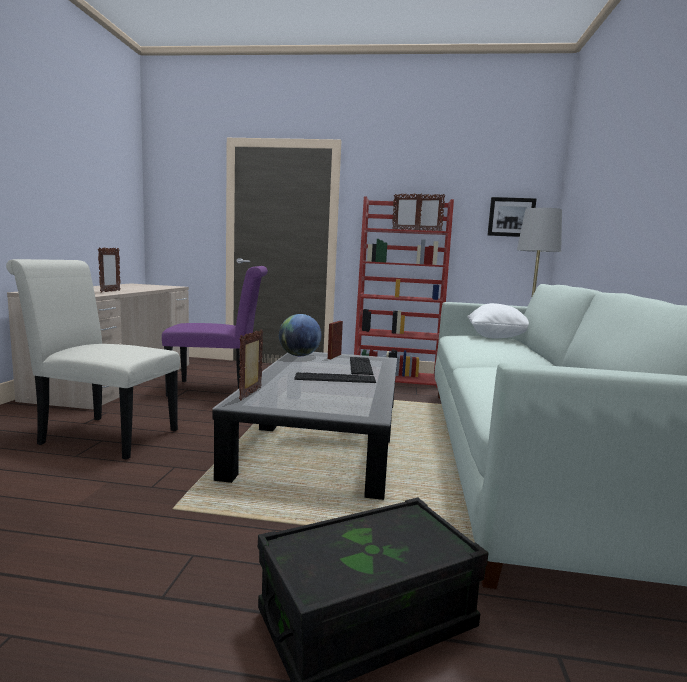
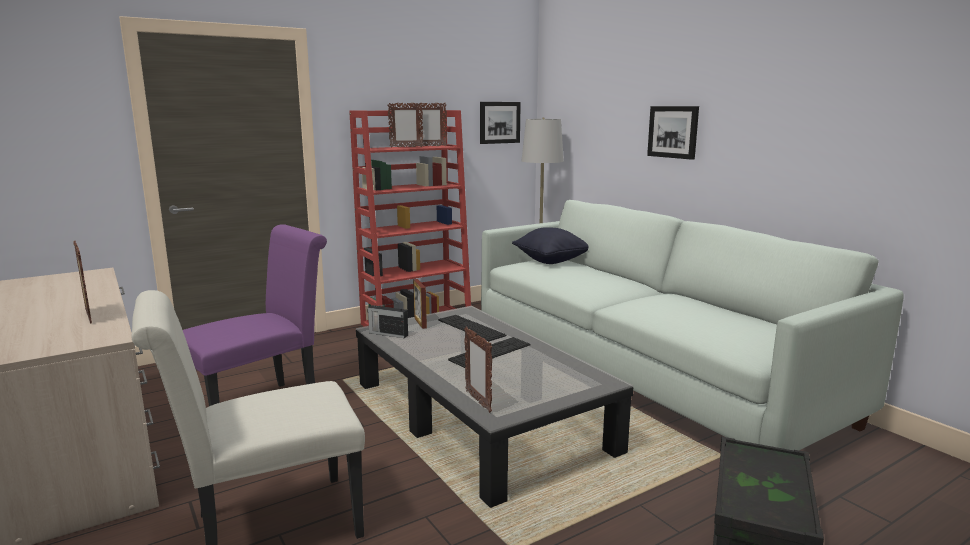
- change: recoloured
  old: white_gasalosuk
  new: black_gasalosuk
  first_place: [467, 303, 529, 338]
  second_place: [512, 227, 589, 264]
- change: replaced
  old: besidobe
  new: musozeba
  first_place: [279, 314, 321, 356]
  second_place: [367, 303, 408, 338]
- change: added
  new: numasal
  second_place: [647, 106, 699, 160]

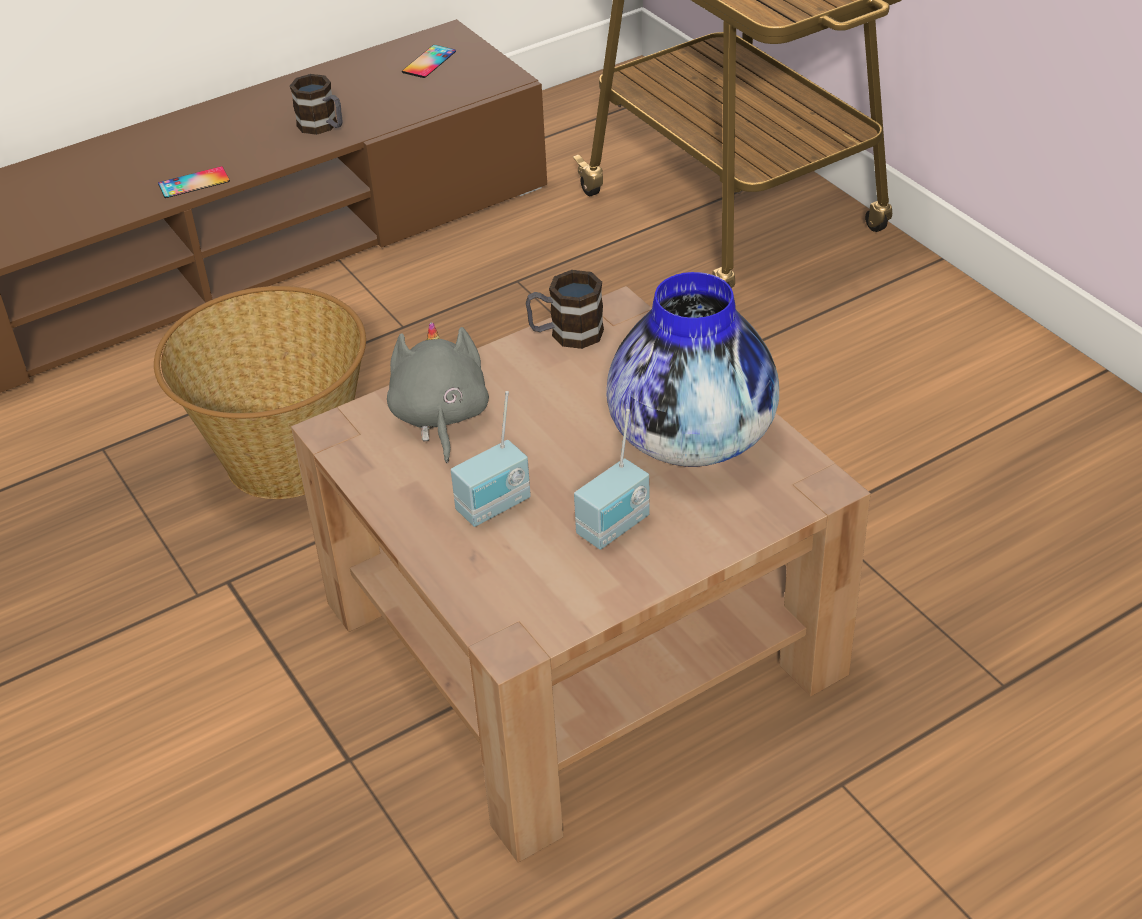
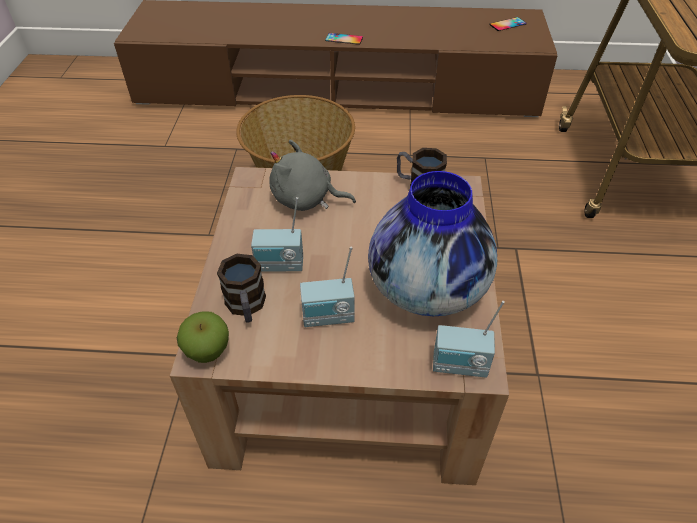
- change: moved
  old: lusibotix
  first_place: [290, 74, 343, 135]
  second_place: [217, 254, 266, 322]
- change: turned
  old: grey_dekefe
  first_place: [387, 322, 489, 463]
  second_place: [269, 140, 356, 211]
  degrees: -105
- change: added
  new: musozeba
  second_place: [433, 301, 505, 377]
- change: added
  new: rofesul
  second_place: [177, 311, 229, 363]

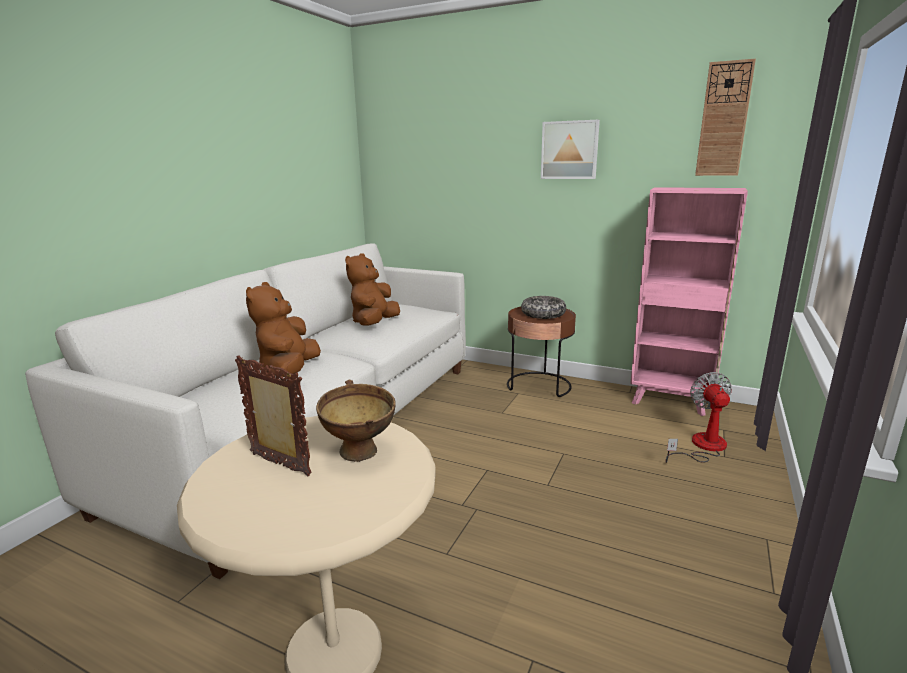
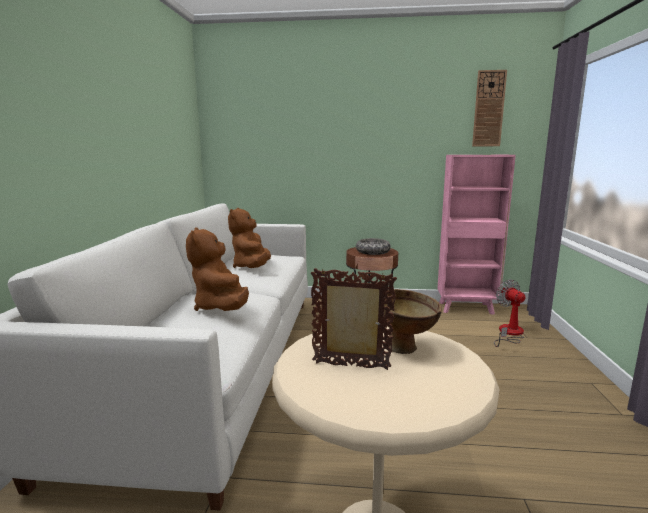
- change: removed
  old: numasal
  first_place: [541, 120, 600, 179]

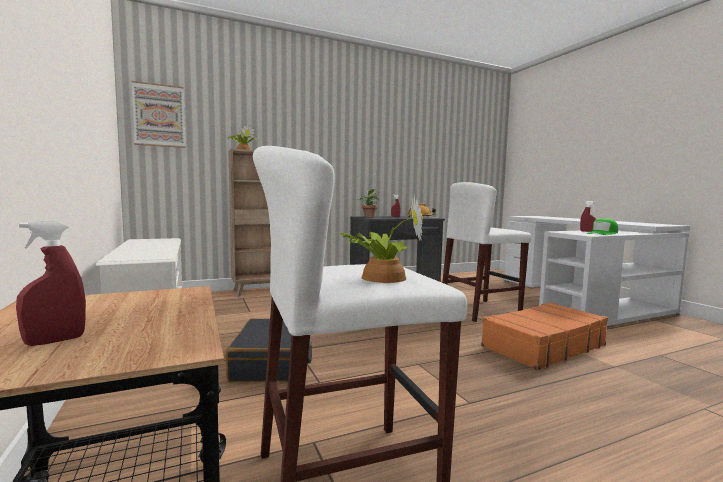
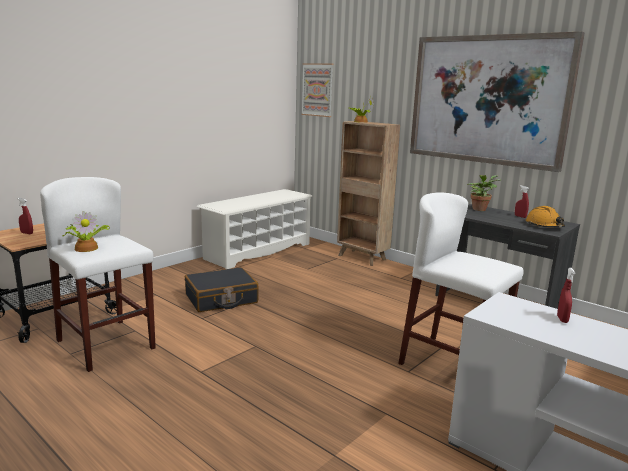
- change: removed
  old: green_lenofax
  first_place: [586, 218, 618, 235]
- change: removed
  old: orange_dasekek
  first_place: [481, 302, 608, 370]
- change: added
  new: numasal
  second_place: [410, 32, 585, 172]

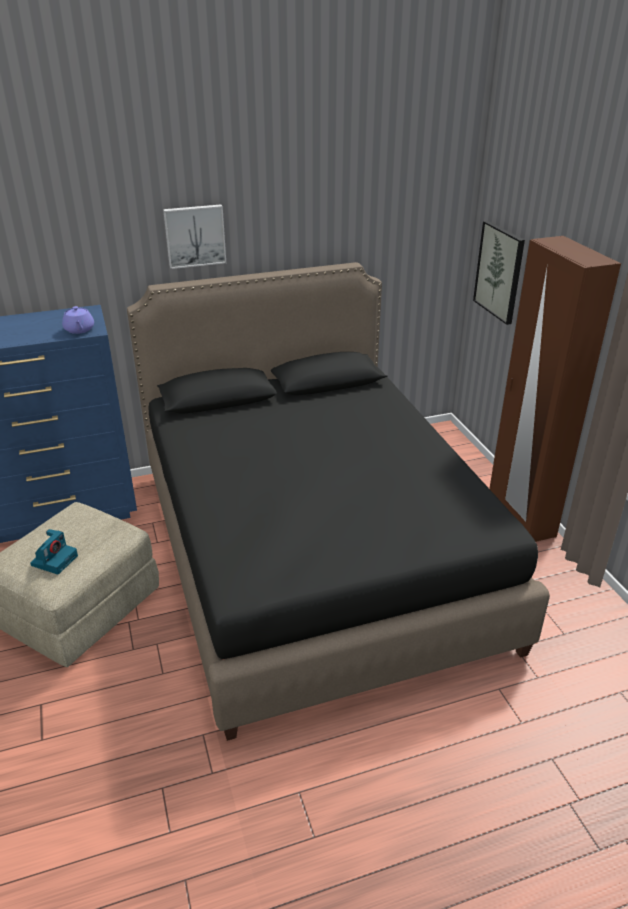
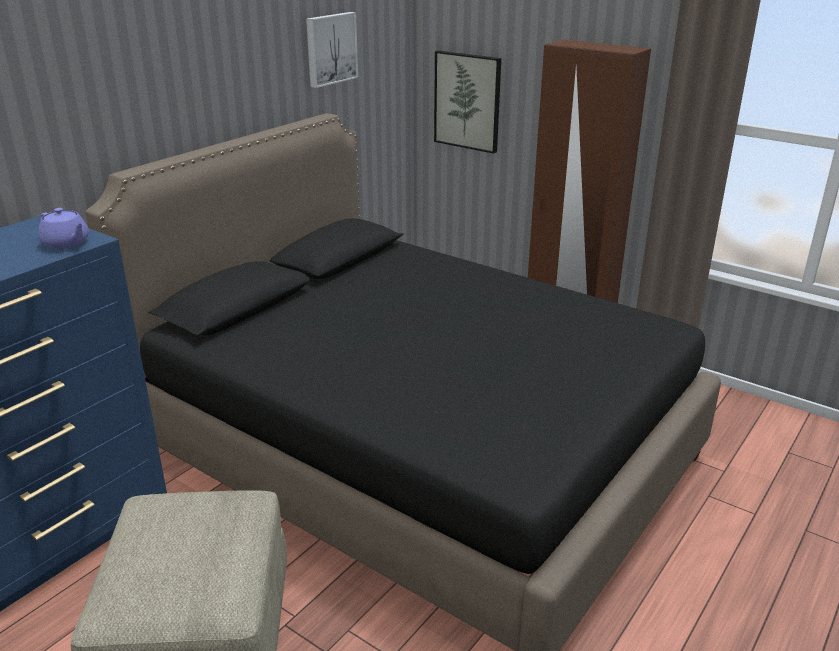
- change: moved
  old: numasal
  first_place: [163, 204, 226, 269]
  second_place: [306, 12, 358, 88]
- change: removed
  old: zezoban
  first_place: [30, 529, 78, 575]

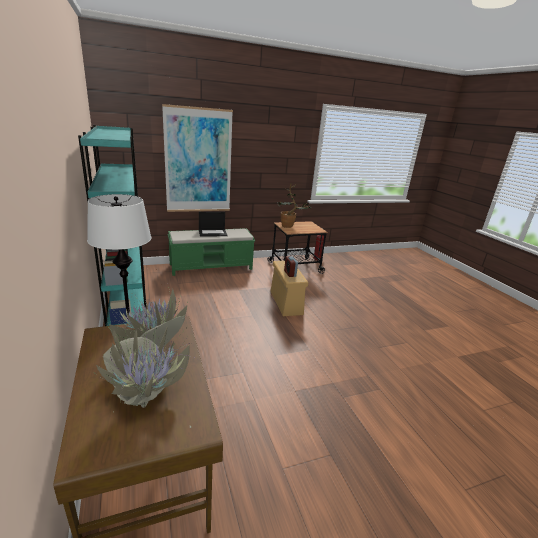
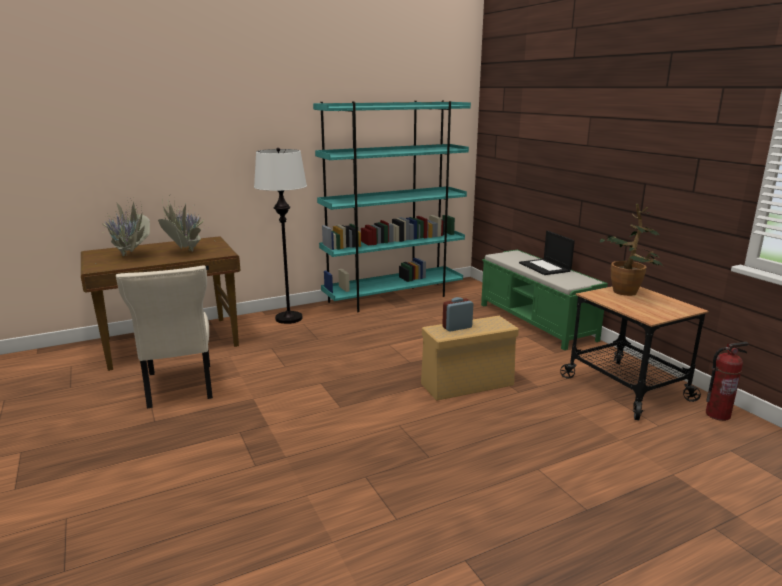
- change: removed
  old: numasal
  first_place: [162, 104, 233, 212]
- change: added
  new: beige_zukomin
  second_place: [116, 265, 213, 408]

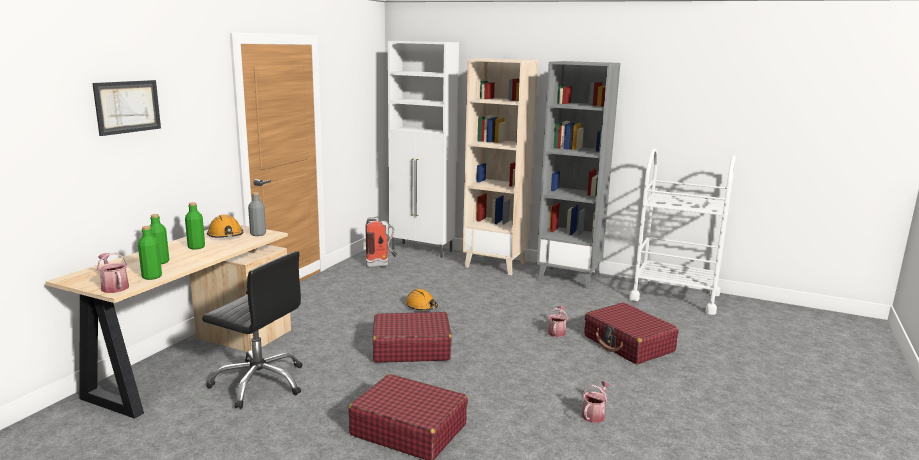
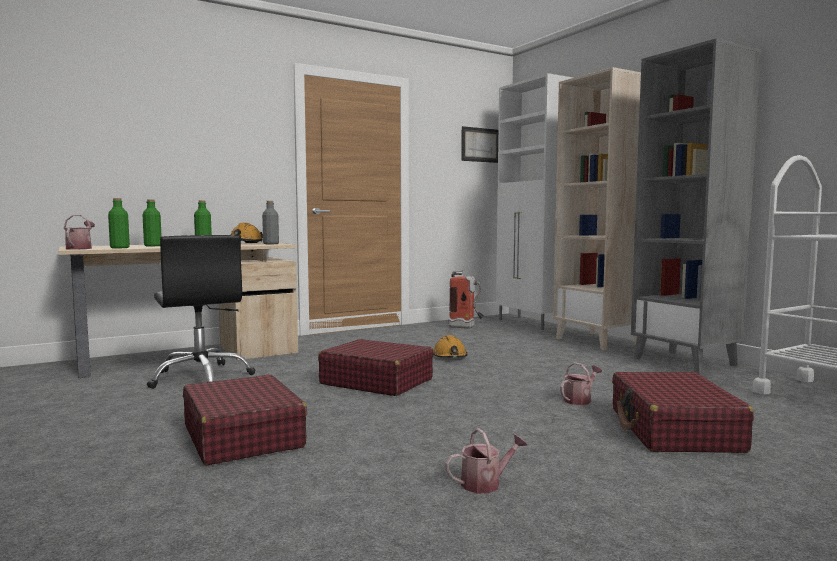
- change: moved
  old: numasal
  first_place: [92, 80, 161, 136]
  second_place: [461, 126, 498, 163]

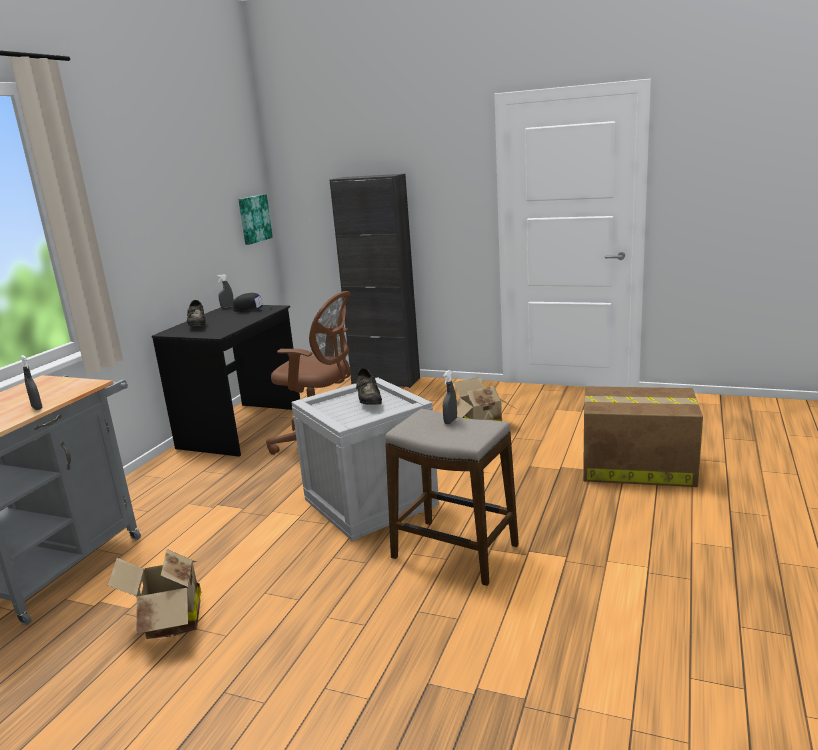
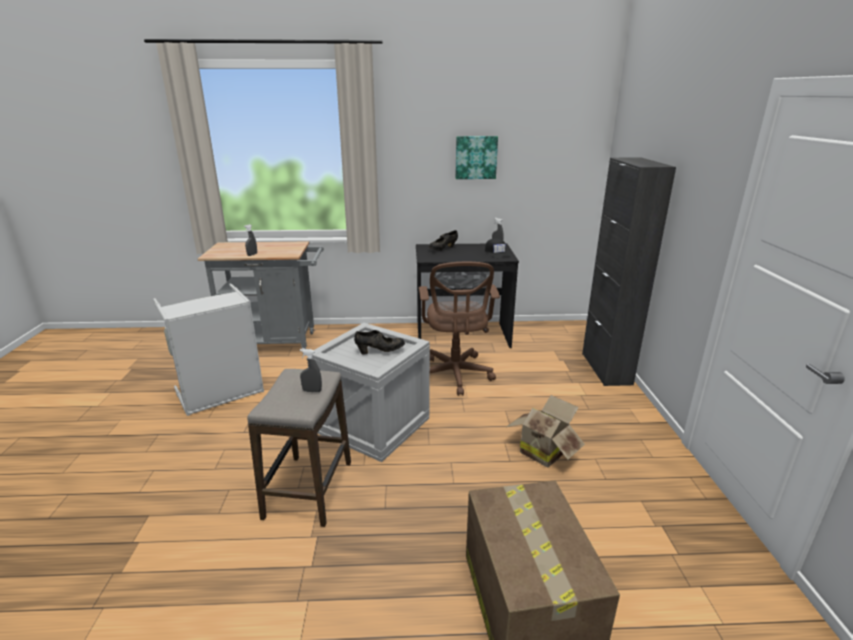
- change: moved
  old: numasal
  first_place: [238, 194, 273, 245]
  second_place: [455, 136, 498, 179]
- change: turned
  old: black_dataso
  first_place: [356, 368, 382, 405]
  second_place: [354, 330, 405, 355]
  degrees: -150
- change: replaced
  old: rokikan
  new: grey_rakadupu
  first_place: [108, 549, 201, 639]
  second_place: [153, 284, 264, 416]

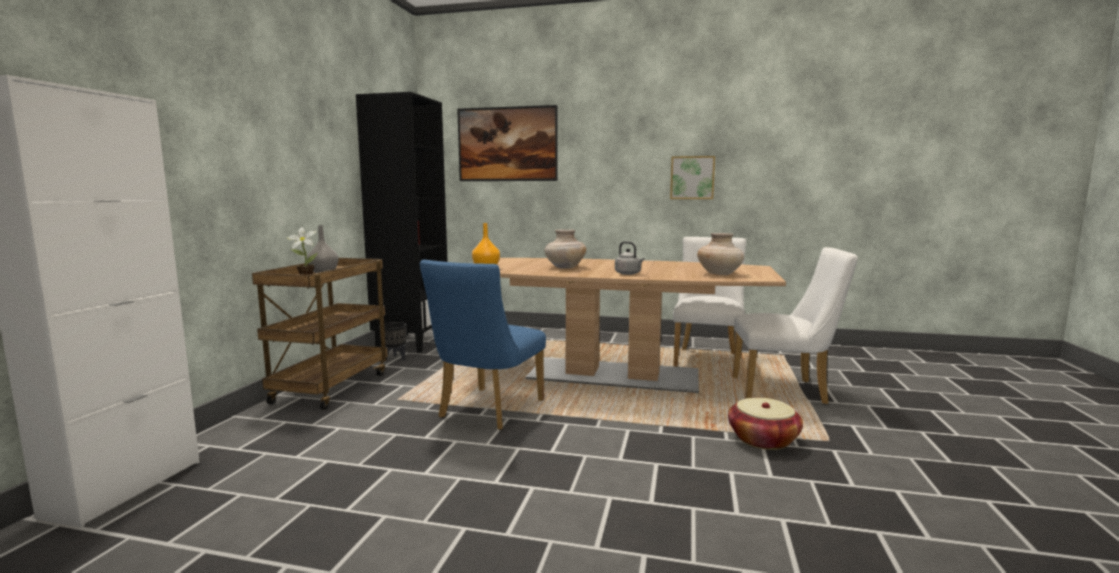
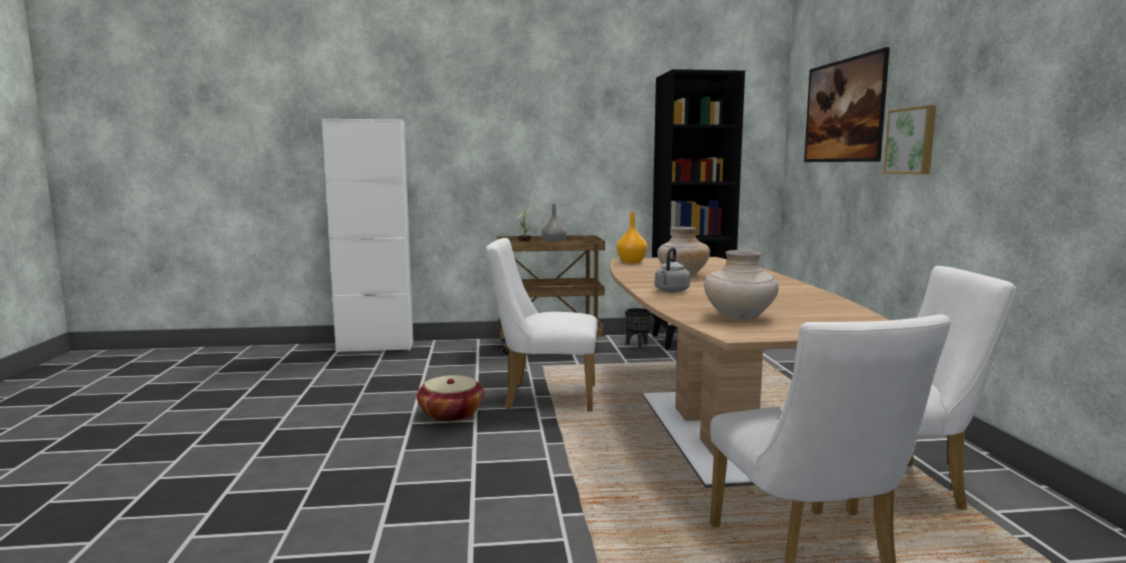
- change: moved
  old: numasal
  first_place: [670, 156, 715, 199]
  second_place: [883, 105, 936, 174]
- change: recoloured
  old: blue_zukomin
  new: white_zukomin
  first_place: [420, 260, 546, 430]
  second_place: [486, 238, 598, 411]
- change: moved
  old: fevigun
  first_place: [728, 398, 803, 450]
  second_place: [417, 375, 484, 422]

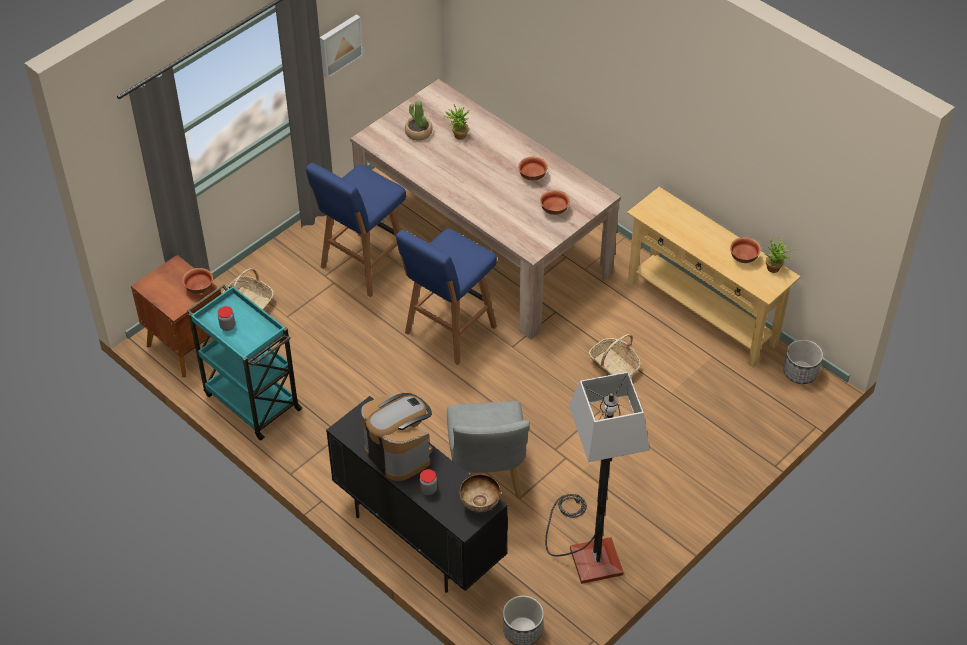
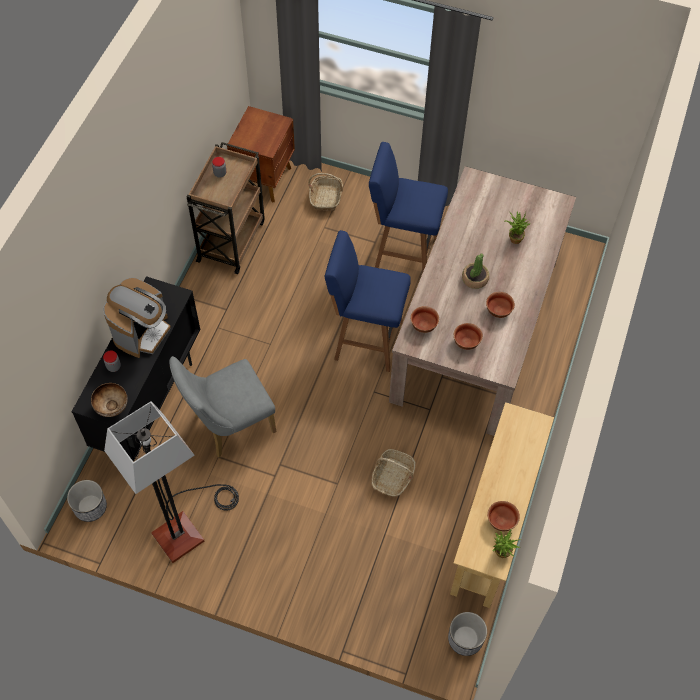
- change: removed
  old: numasal
  first_place: [320, 14, 363, 79]
- change: moved
  old: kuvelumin
  first_place: [405, 101, 433, 141]
  second_place: [462, 254, 489, 289]
- change: moved
  old: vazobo
  first_place: [182, 268, 213, 294]
  second_place: [411, 306, 439, 333]
- change: recoloured
  old: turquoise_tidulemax
  new: brown_tidulemax
  first_place: [187, 284, 303, 440]
  second_place: [186, 142, 265, 274]

